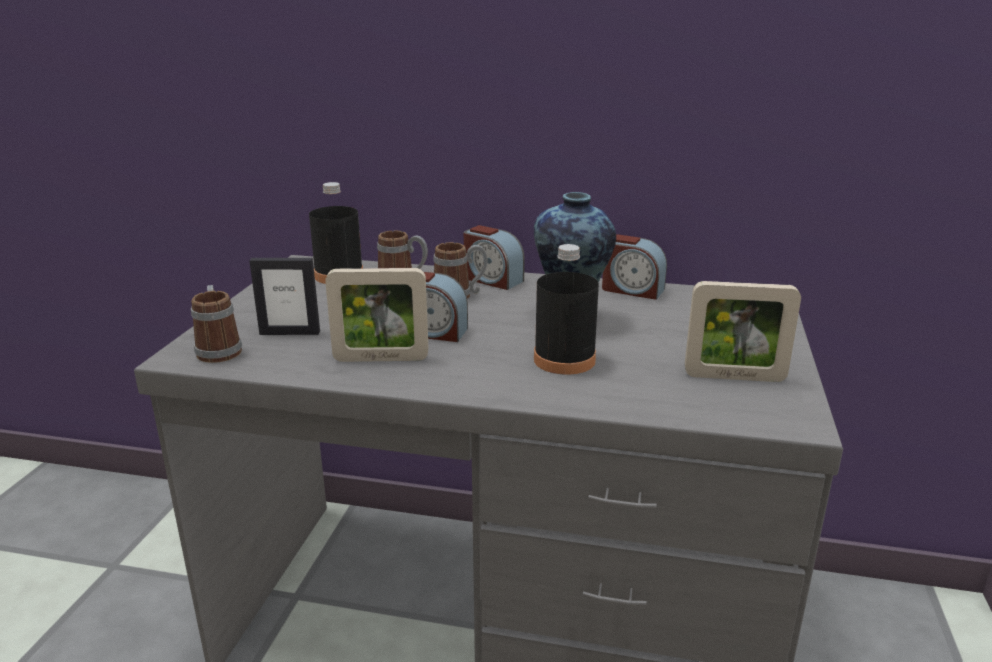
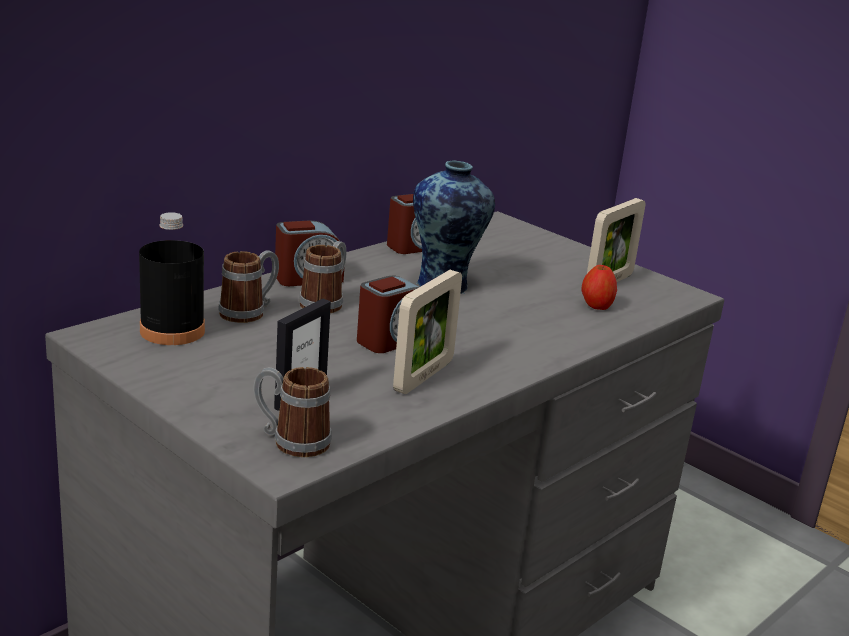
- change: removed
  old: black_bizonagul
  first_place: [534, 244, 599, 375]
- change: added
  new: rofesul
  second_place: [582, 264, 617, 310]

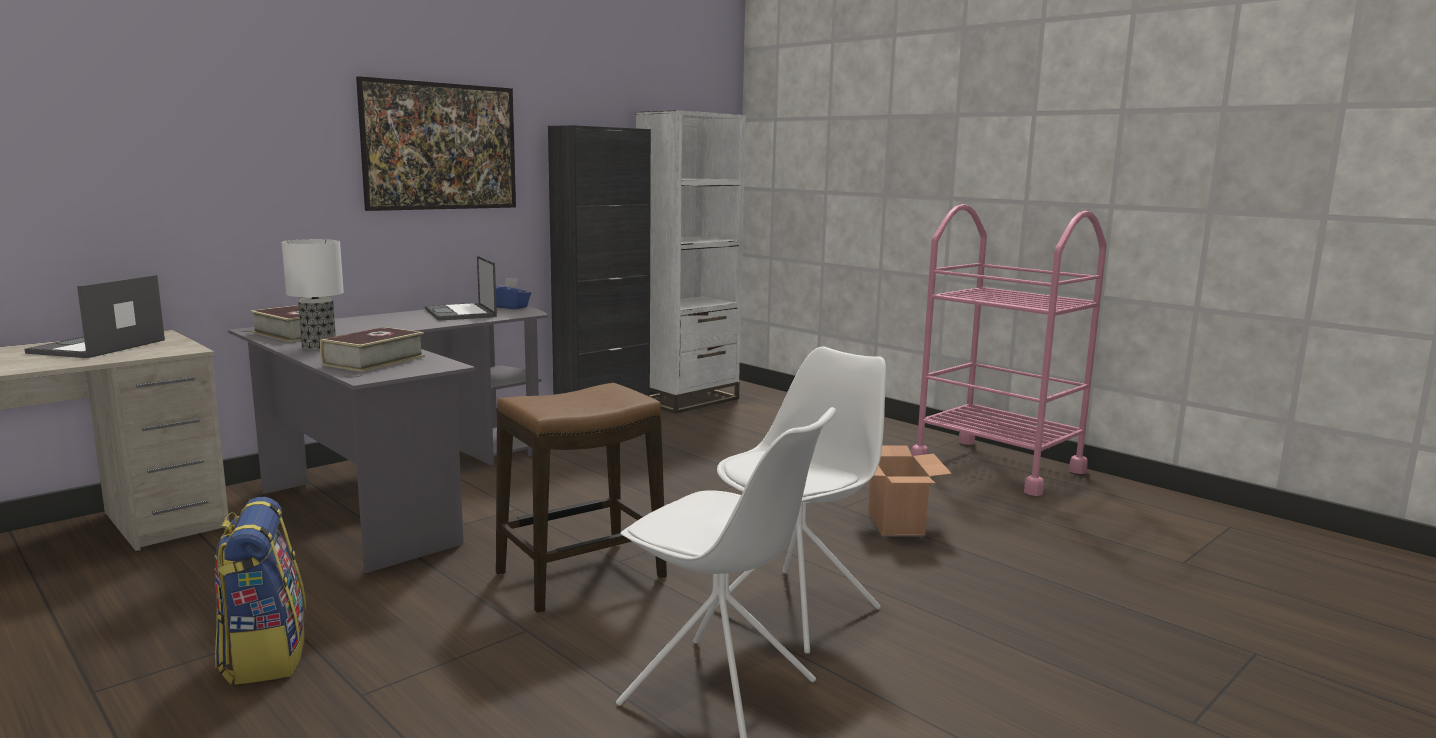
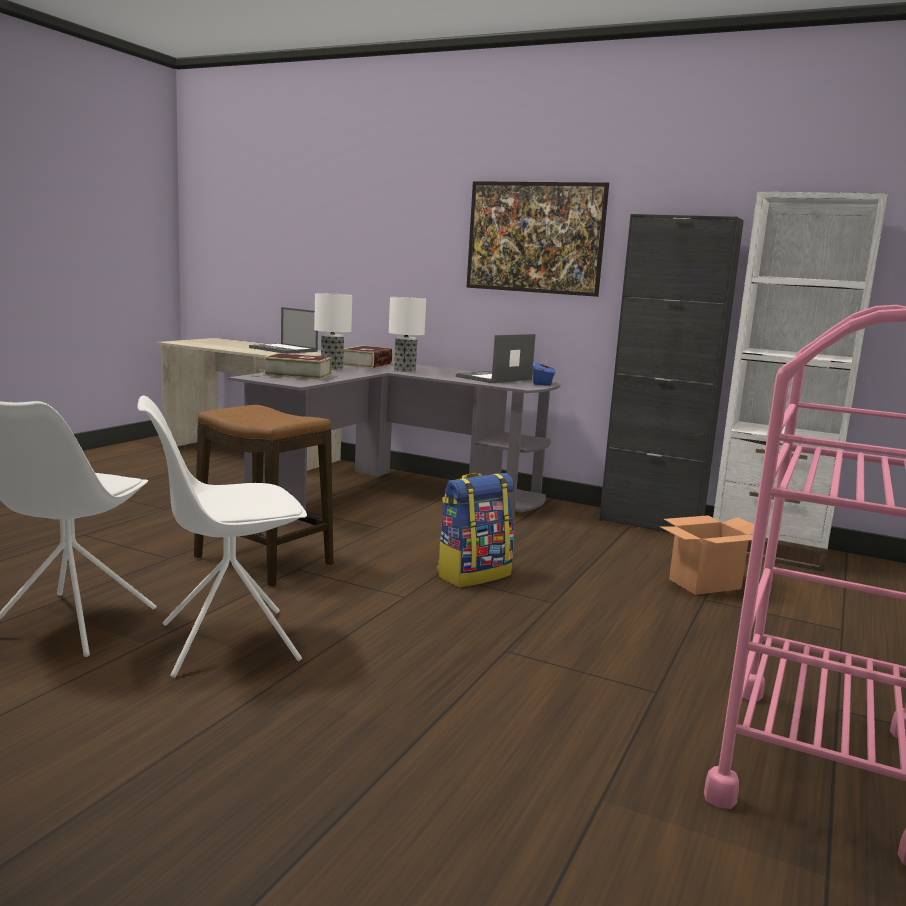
- change: turned
  old: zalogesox
  first_place: [25, 275, 165, 358]
  second_place: [249, 307, 318, 354]
  degrees: -135
- change: turned
  old: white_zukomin
  first_place: [716, 347, 886, 654]
  second_place: [137, 395, 307, 678]
  degrees: 135
- change: moved
  old: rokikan
  first_place: [868, 446, 952, 535]
  second_place: [660, 515, 754, 595]
- change: moved
  old: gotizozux
  first_place: [215, 497, 307, 685]
  second_place: [437, 473, 514, 588]
- change: added
  new: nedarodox
  second_place: [389, 297, 426, 372]

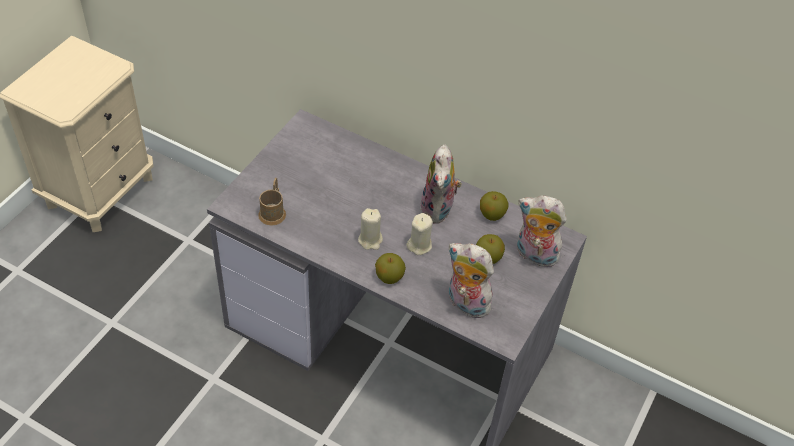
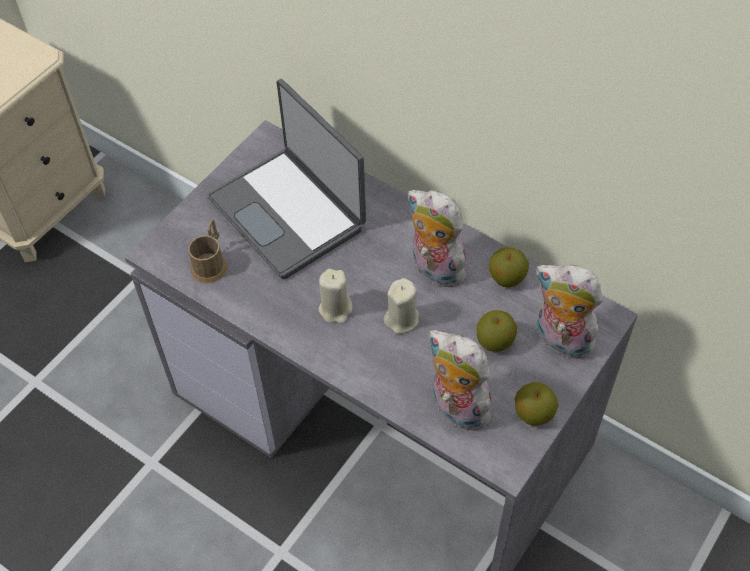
- change: turned
  old: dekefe
  first_place: [420, 144, 462, 224]
  second_place: [407, 190, 466, 287]
  degrees: 120
- change: moved
  old: rofesul
  first_place: [375, 253, 406, 284]
  second_place: [515, 382, 559, 426]
- change: added
  new: zalogesox
  second_place: [207, 79, 366, 279]

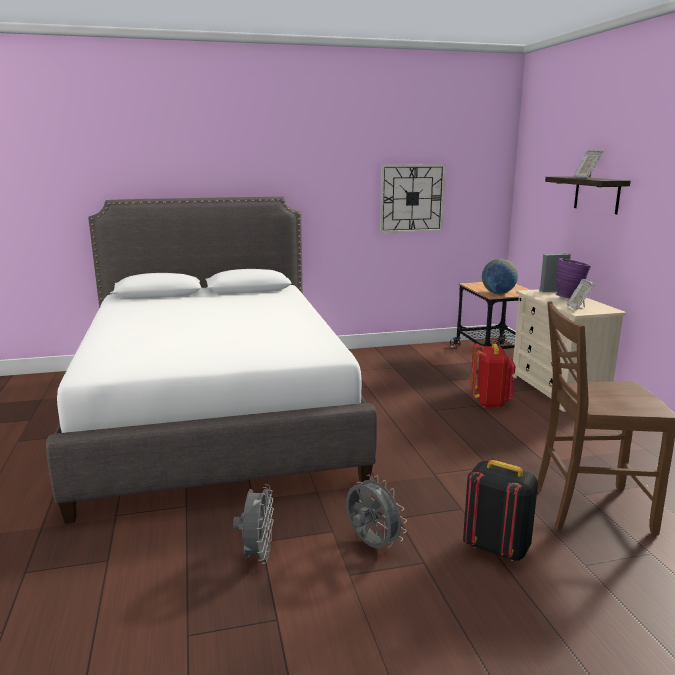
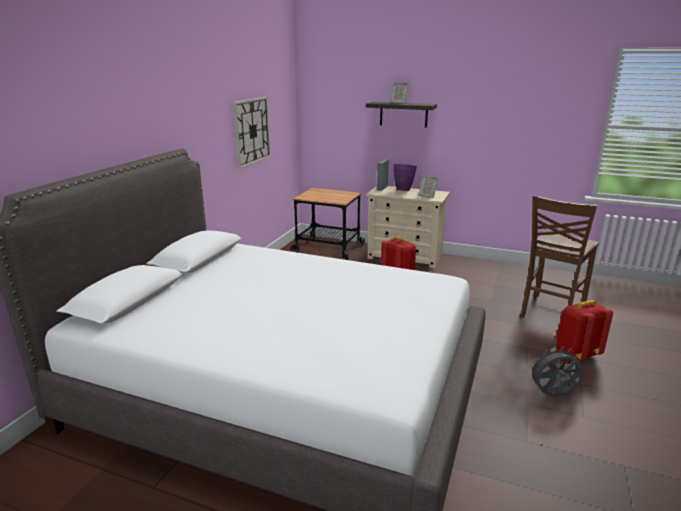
- change: removed
  old: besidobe
  first_place: [482, 259, 518, 294]
- change: recoloured
  old: black_gotizozux
  new: red_gotizozux
  first_place: [463, 460, 538, 561]
  second_place: [555, 300, 613, 361]
- change: removed
  old: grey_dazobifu
  first_place: [233, 484, 274, 564]

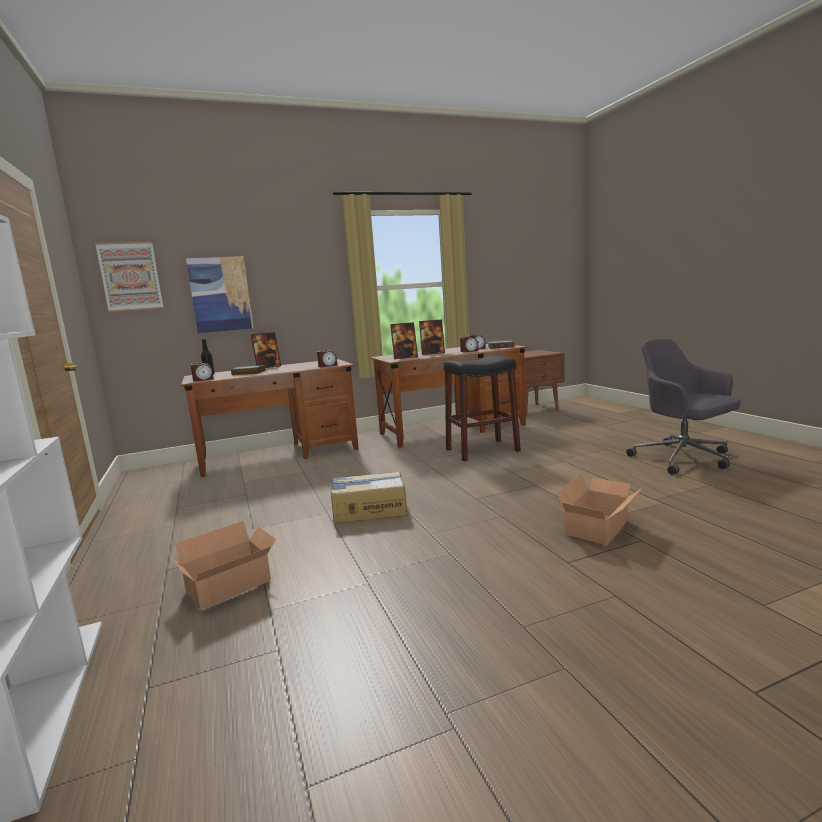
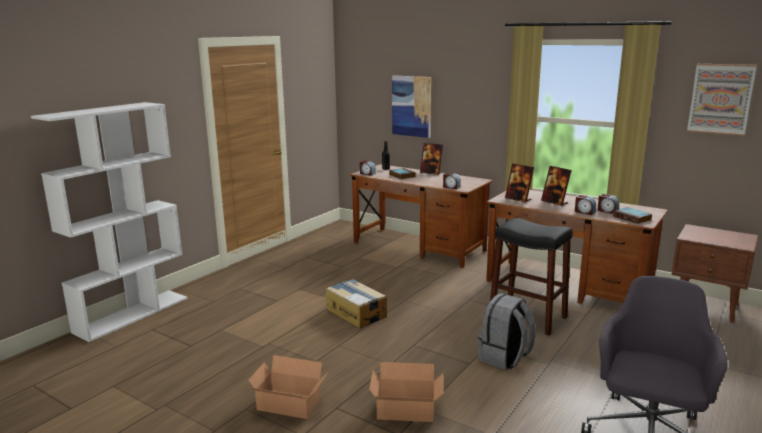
- change: moved
  old: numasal
  first_place: [95, 241, 164, 312]
  second_place: [687, 64, 757, 136]
- change: moved
  old: rokikan
  first_place: [169, 521, 276, 610]
  second_place: [249, 355, 327, 419]
- change: added
  new: grey_gotizozux
  second_place: [478, 293, 536, 370]

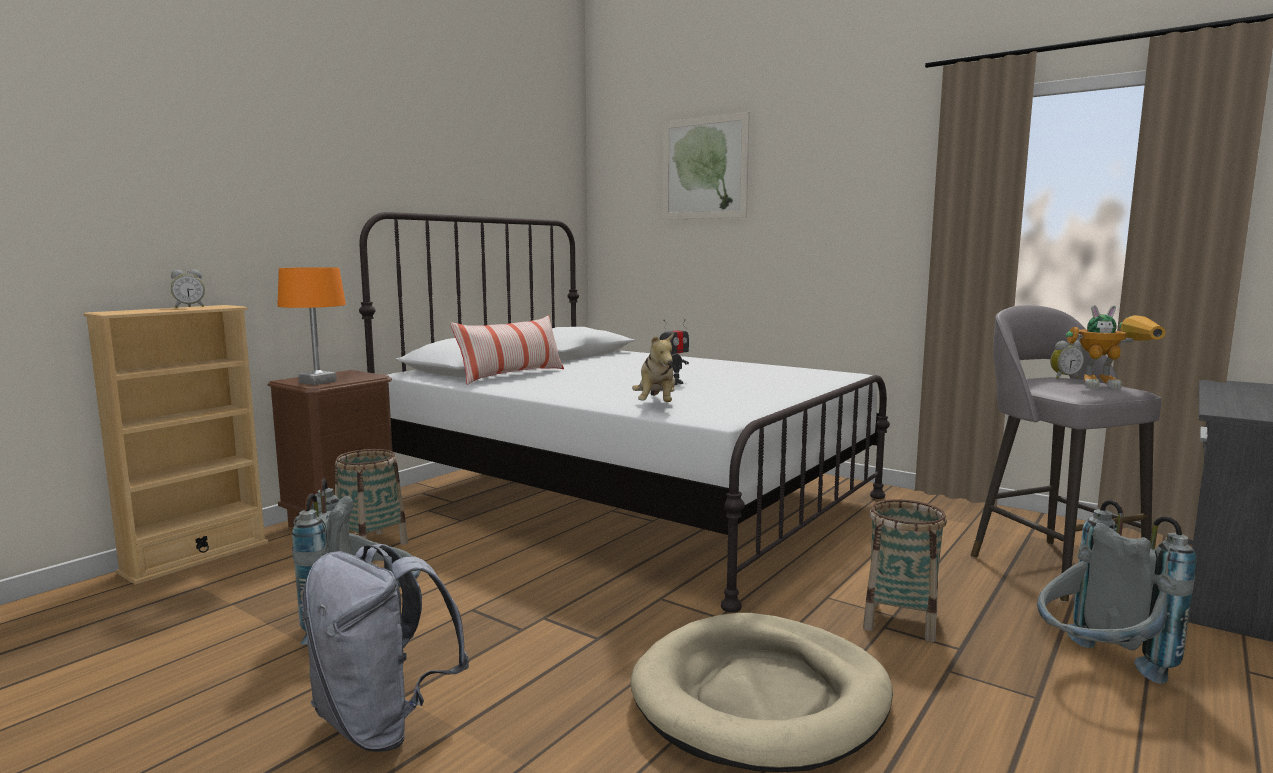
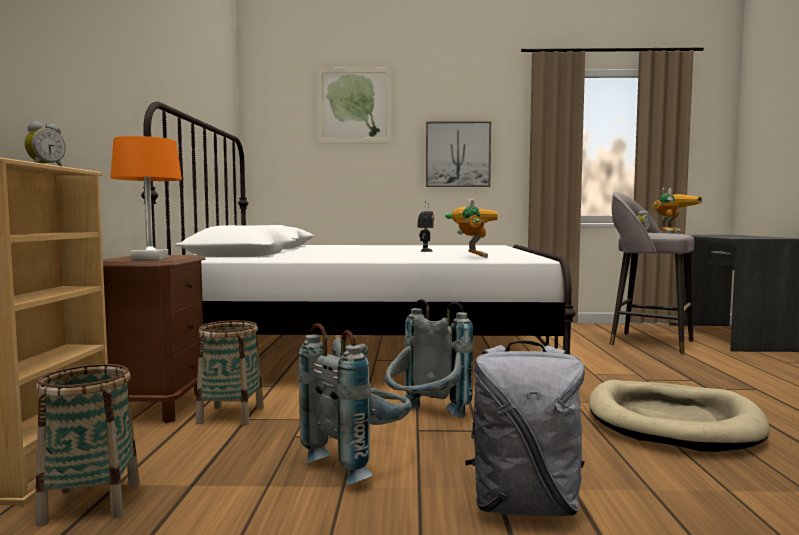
- change: removed
  old: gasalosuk
  first_place: [450, 315, 564, 385]
- change: replaced
  old: dekefe
  new: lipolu
  first_place: [632, 333, 675, 402]
  second_place: [445, 199, 498, 258]
- change: moved
  old: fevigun
  first_place: [863, 499, 947, 642]
  second_place: [36, 364, 140, 527]
- change: moved
  old: grey_gotizozux
  first_place: [1037, 500, 1196, 684]
  second_place: [385, 299, 474, 418]
- change: added
  new: numasal
  second_place: [426, 121, 491, 187]

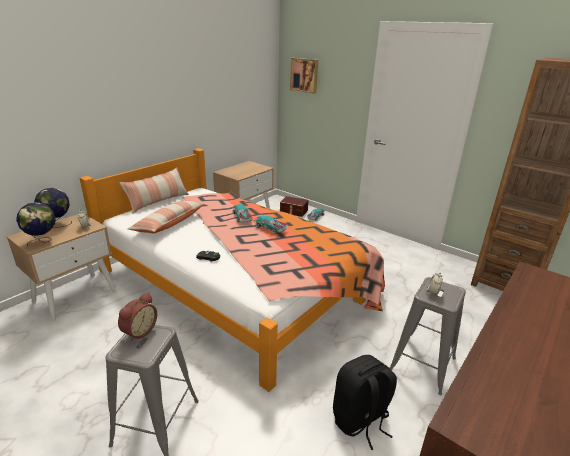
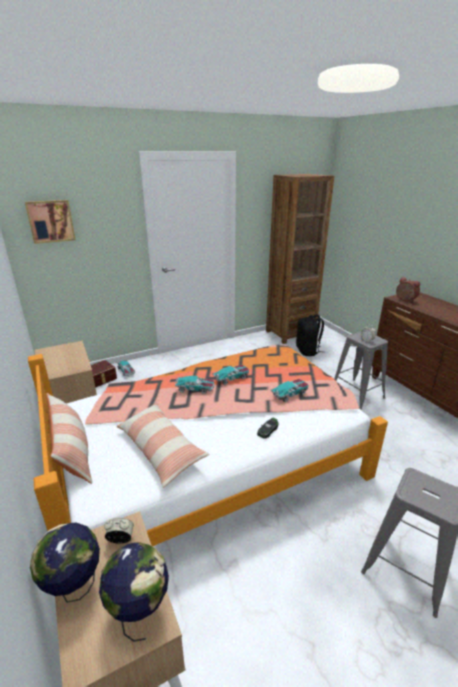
- change: moved
  old: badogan
  first_place: [118, 293, 157, 342]
  second_place: [396, 277, 420, 302]
- change: moved
  old: black_gotizozux
  first_place: [333, 355, 397, 450]
  second_place: [296, 314, 324, 356]
- change: added
  new: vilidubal
  second_place: [271, 379, 308, 402]

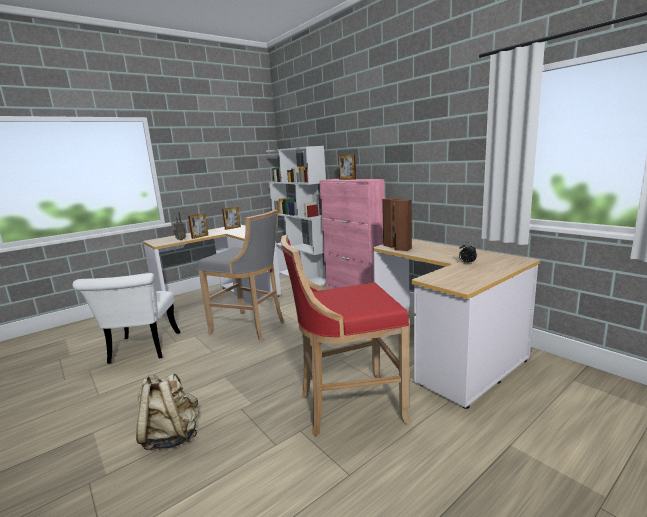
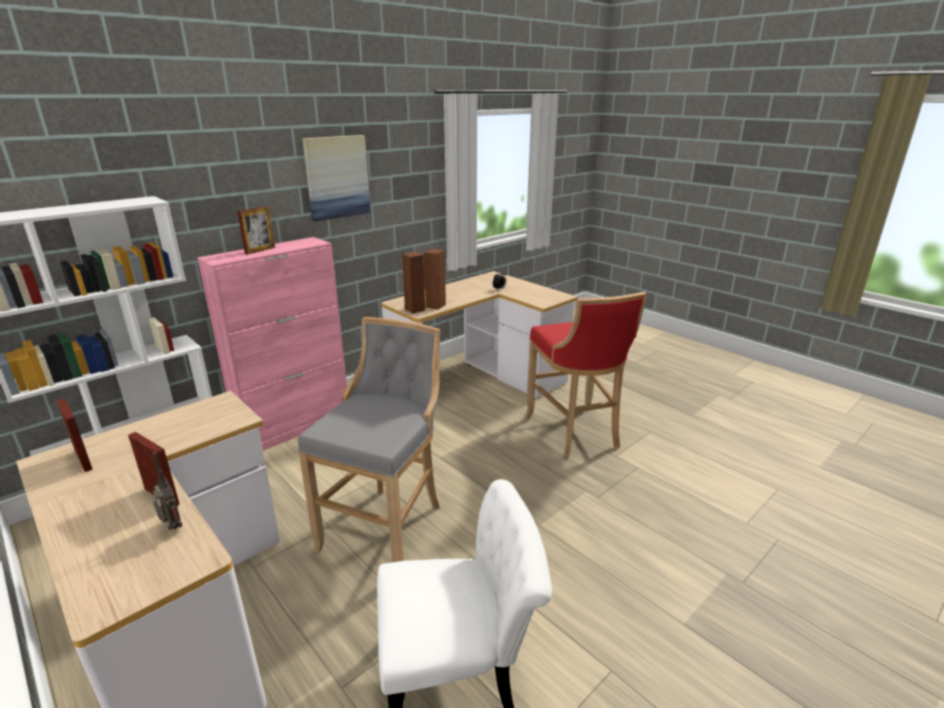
- change: removed
  old: beige_gotizozux
  first_place: [136, 374, 199, 450]
- change: added
  new: numasal
  second_place: [302, 135, 371, 221]

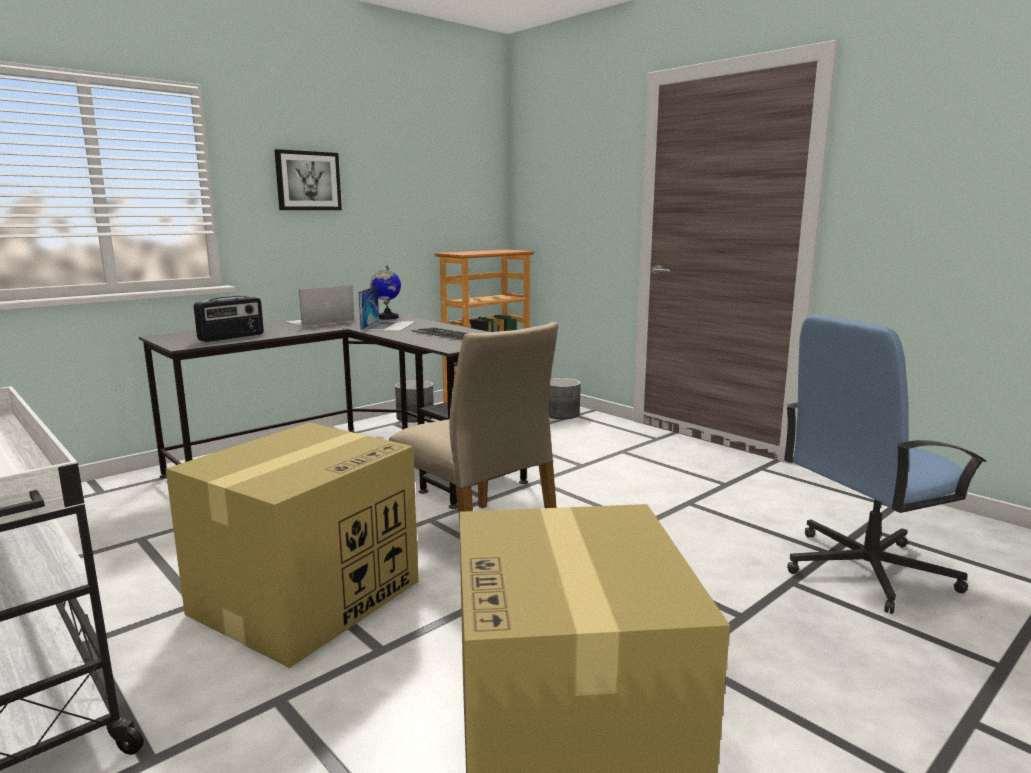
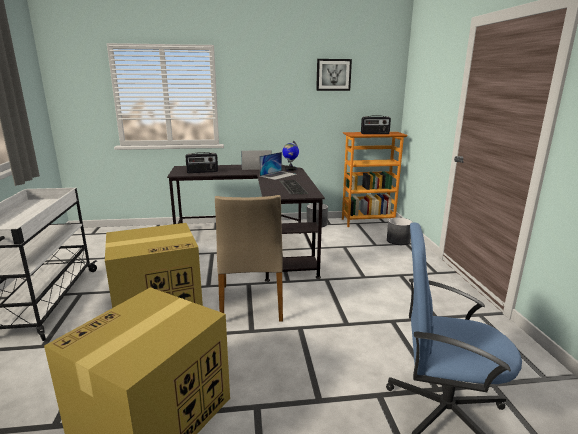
- change: moved
  old: numasal
  first_place: [274, 149, 342, 210]
  second_place: [316, 59, 352, 91]
- change: added
  new: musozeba
  second_place: [361, 116, 391, 134]

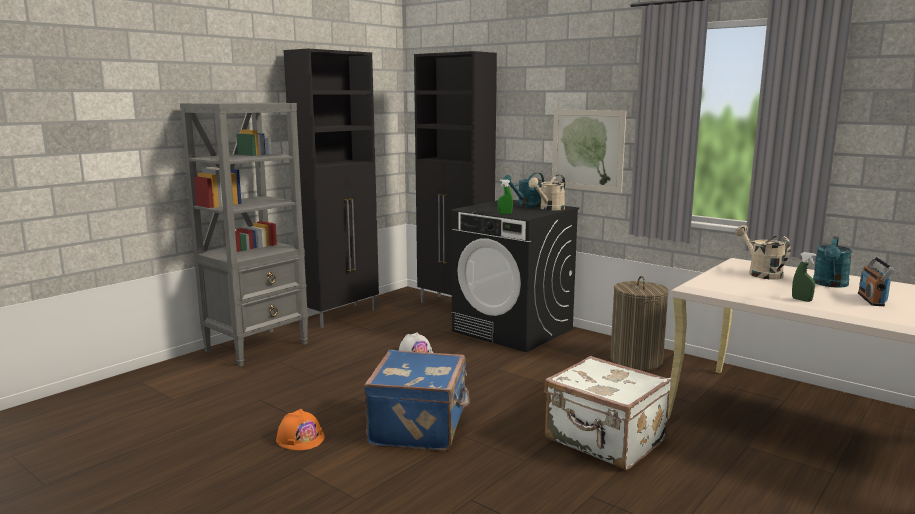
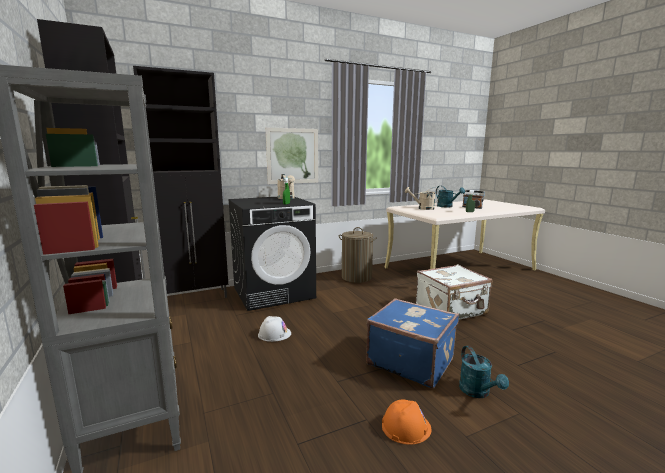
- change: moved
  old: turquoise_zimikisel
  first_place: [503, 173, 544, 207]
  second_place: [459, 346, 509, 398]

